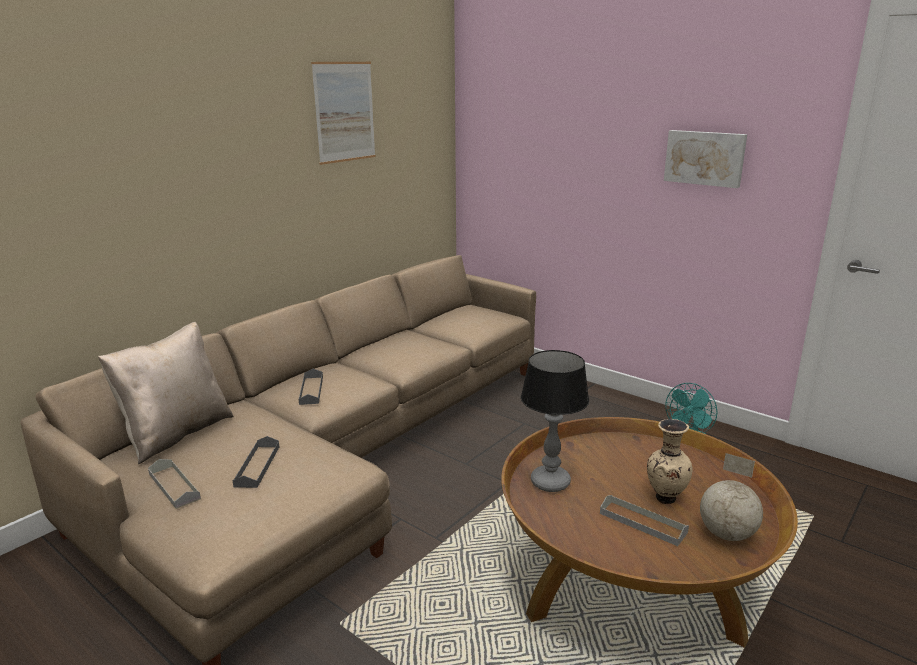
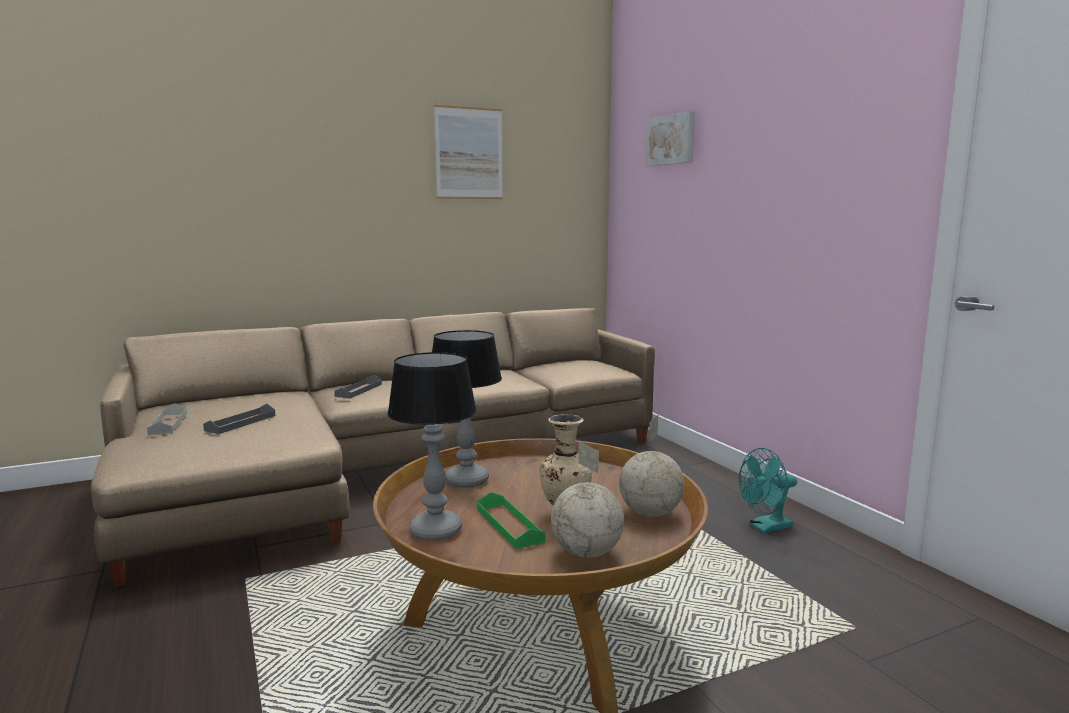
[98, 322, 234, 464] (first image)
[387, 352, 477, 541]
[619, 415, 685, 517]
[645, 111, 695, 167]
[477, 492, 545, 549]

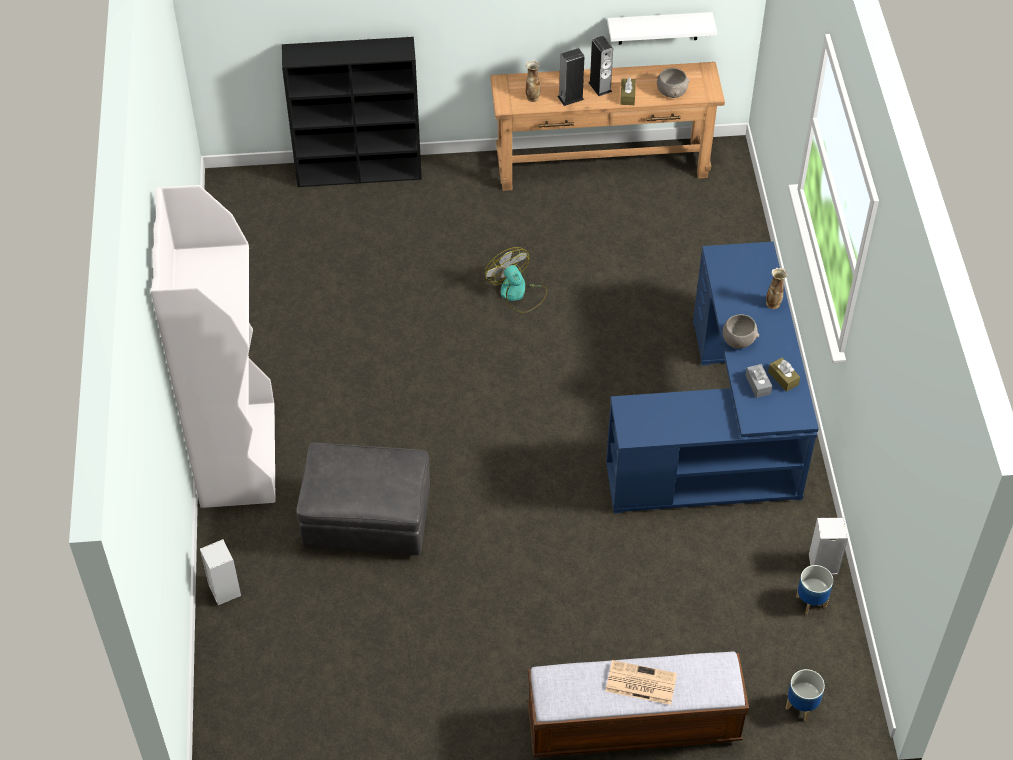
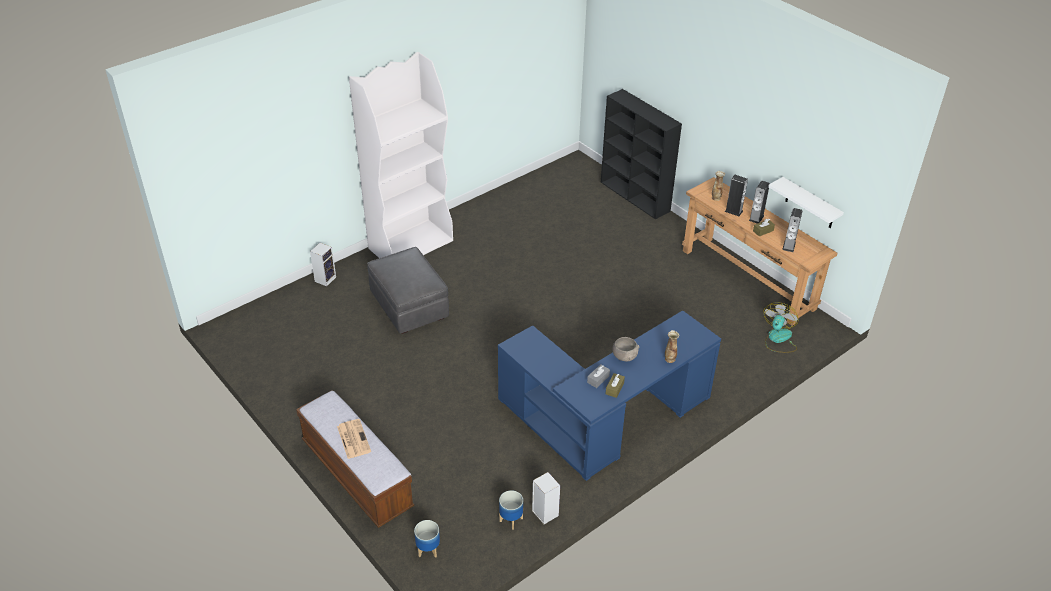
[763, 302, 799, 353]
[782, 208, 803, 252]

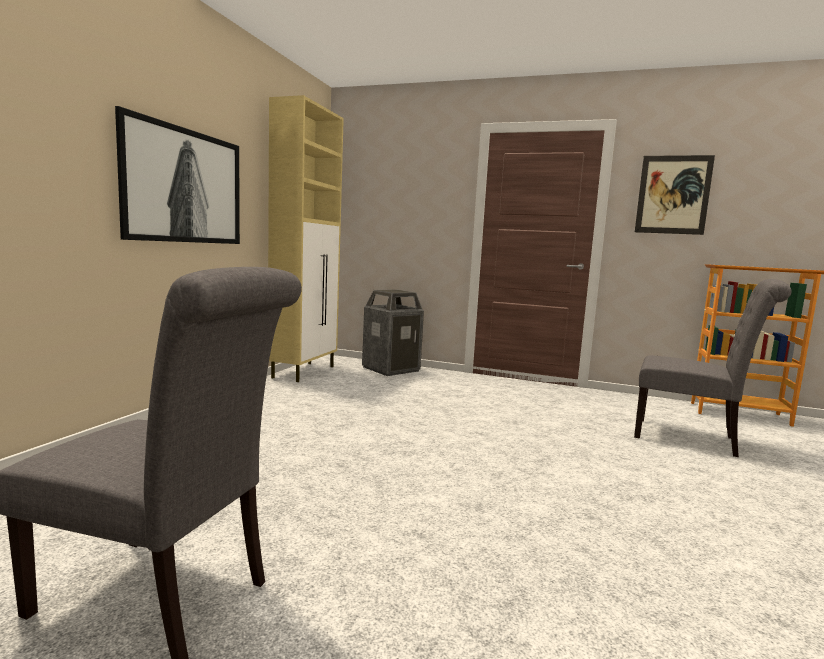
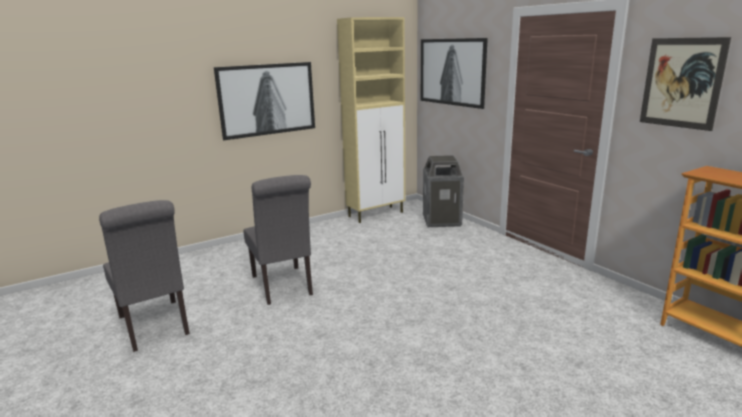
[421, 38, 488, 109]
[243, 175, 313, 305]

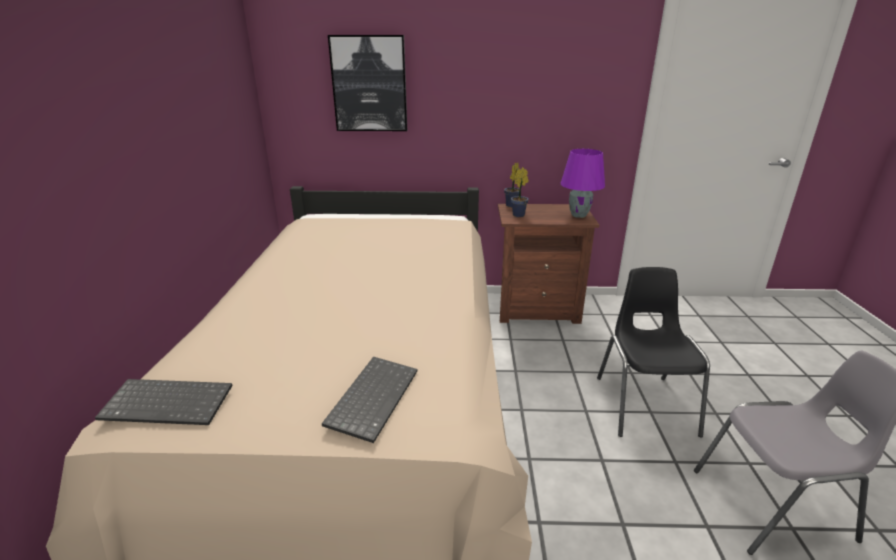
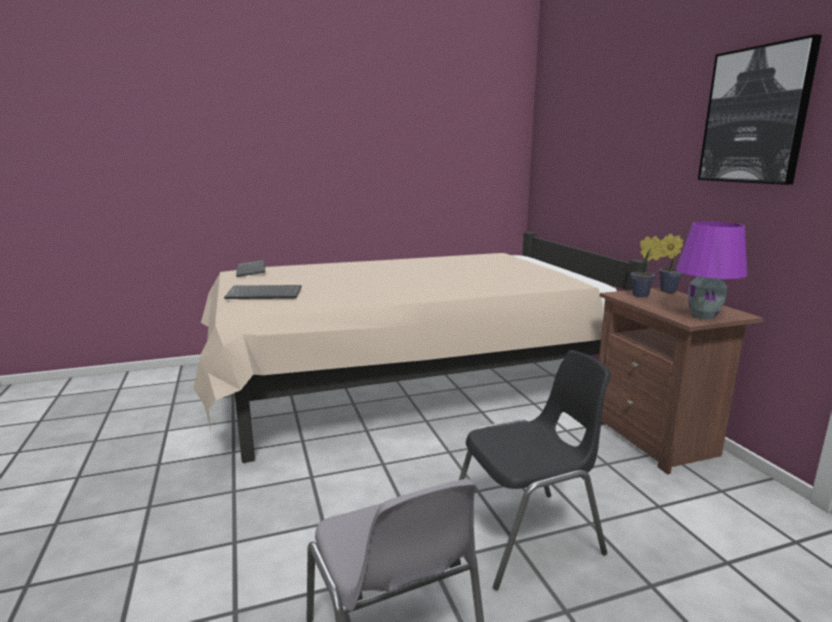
[698, 34, 822, 185]

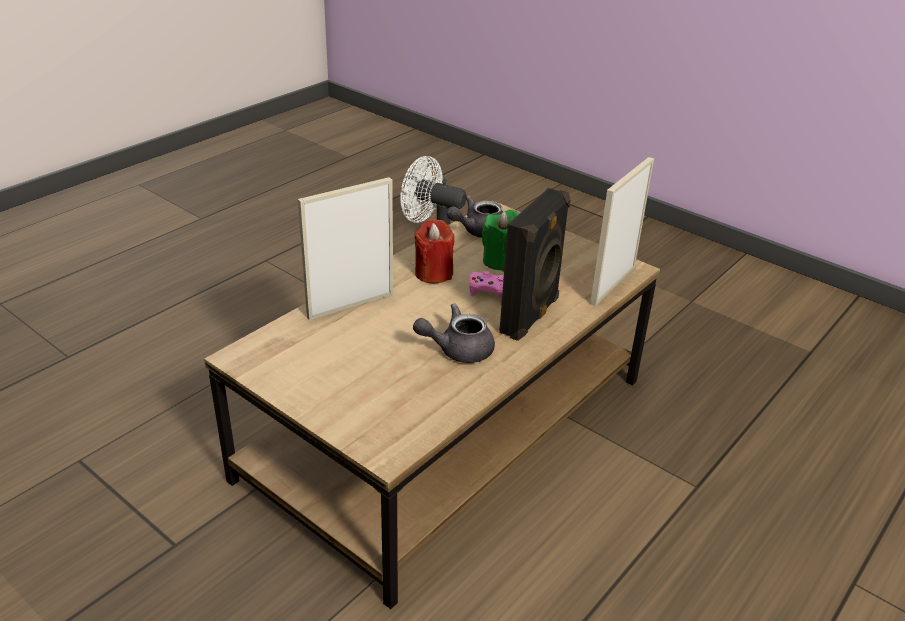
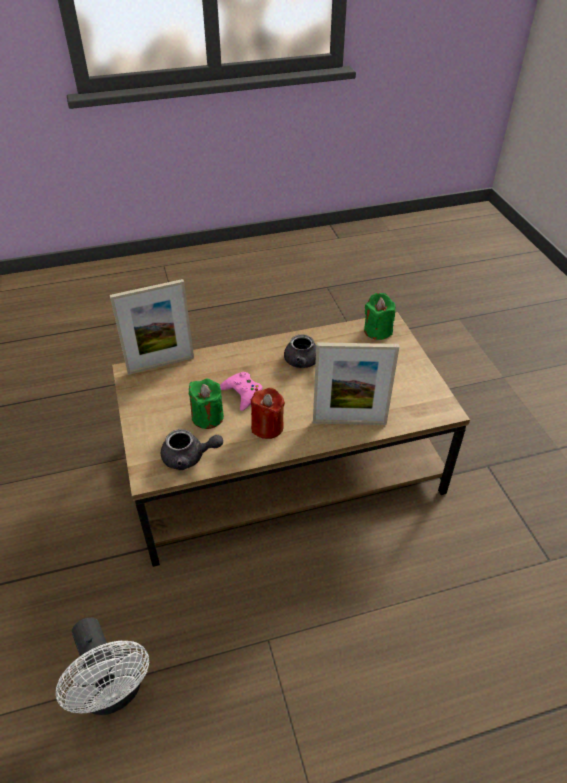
[499, 188, 571, 341] (first image)
[364, 293, 395, 340]

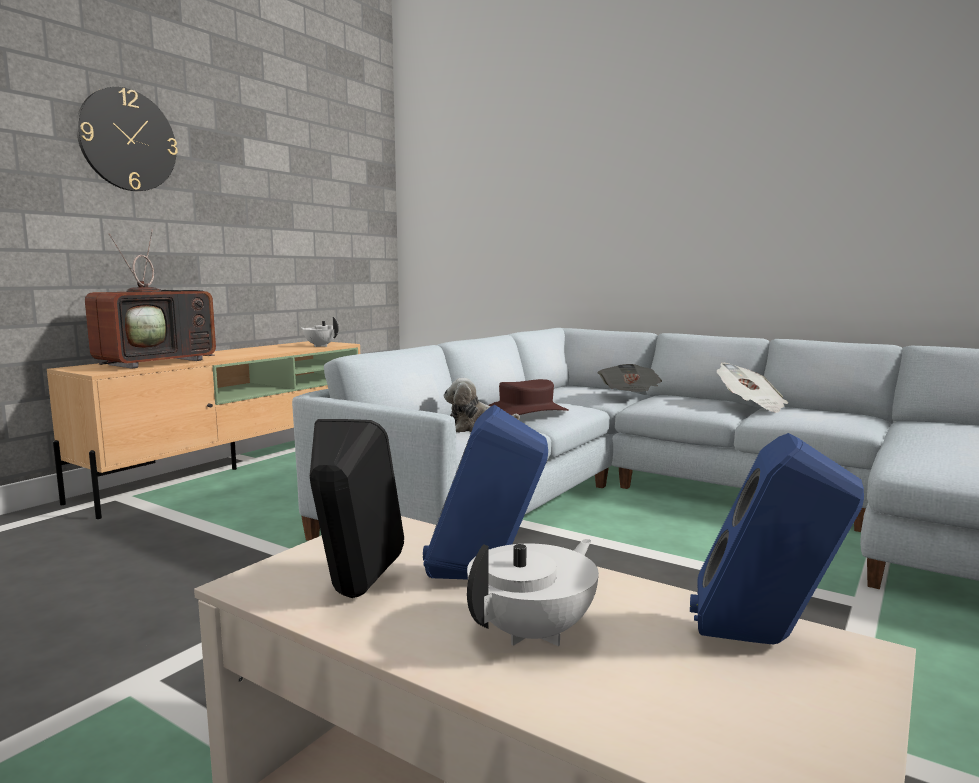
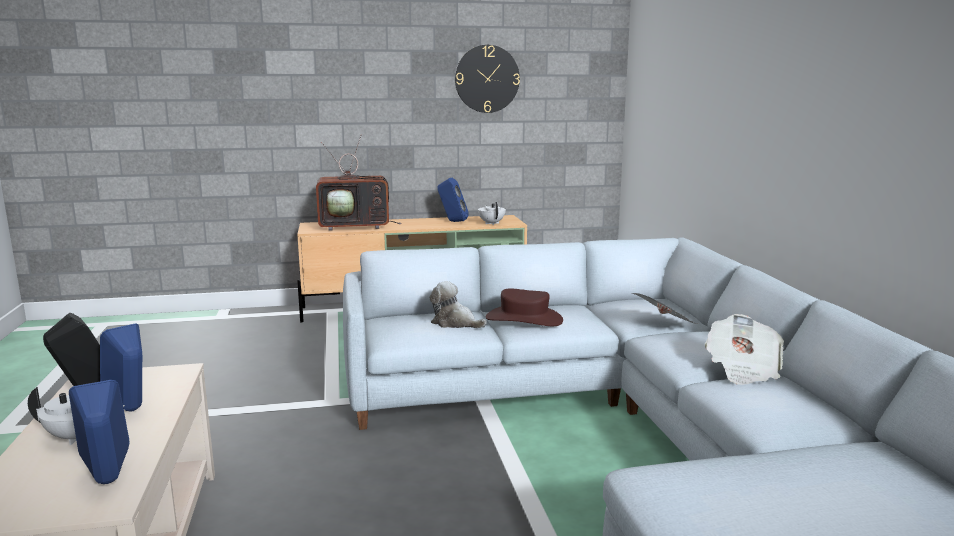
[437, 178, 469, 222]
[455, 45, 520, 113]

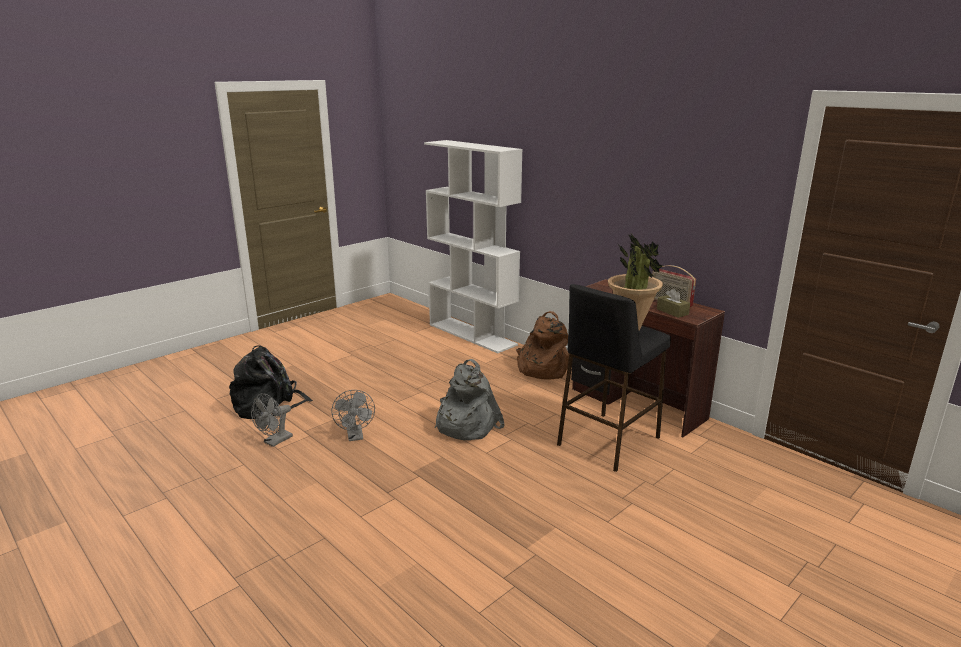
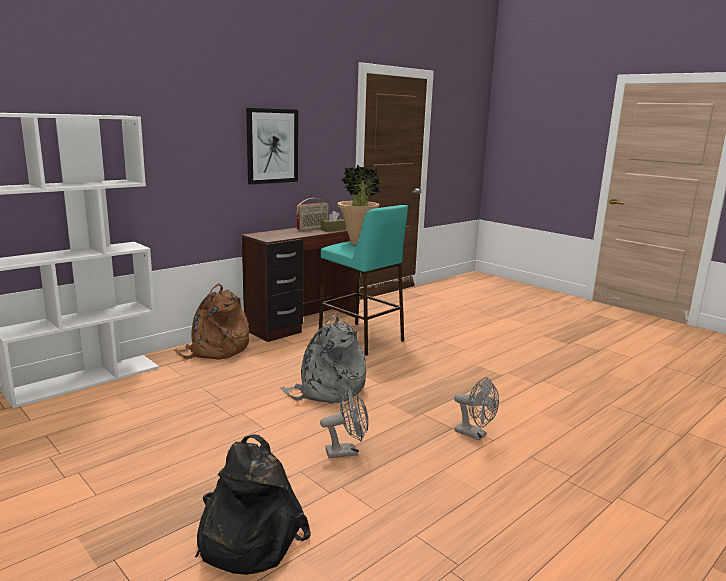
[246, 108, 298, 185]
[454, 377, 499, 441]
[318, 205, 408, 356]

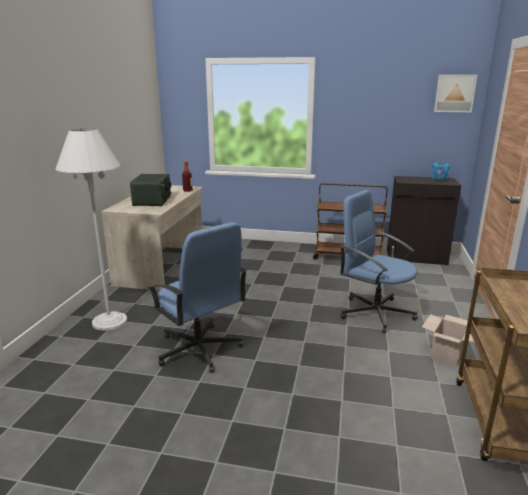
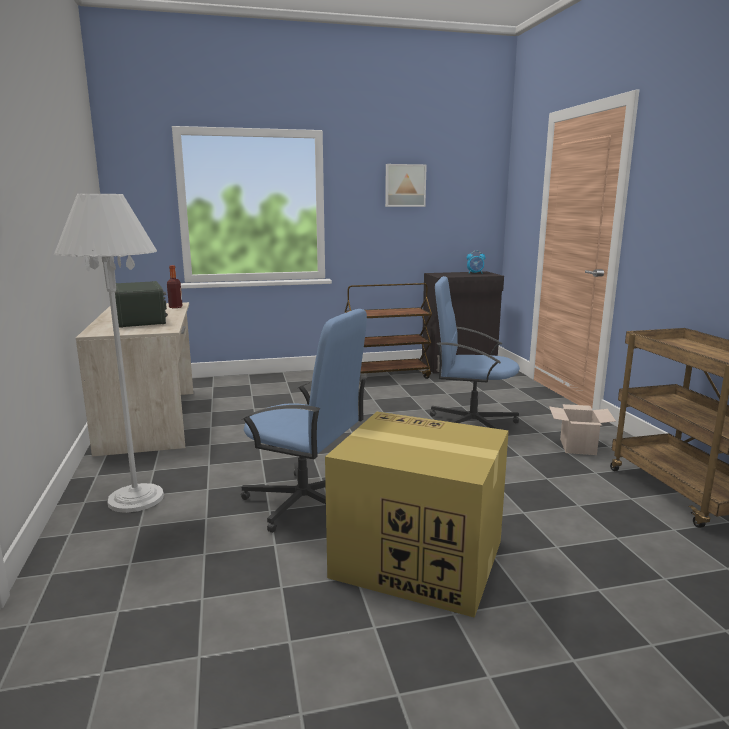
[325, 412, 509, 618]
[385, 164, 427, 207]

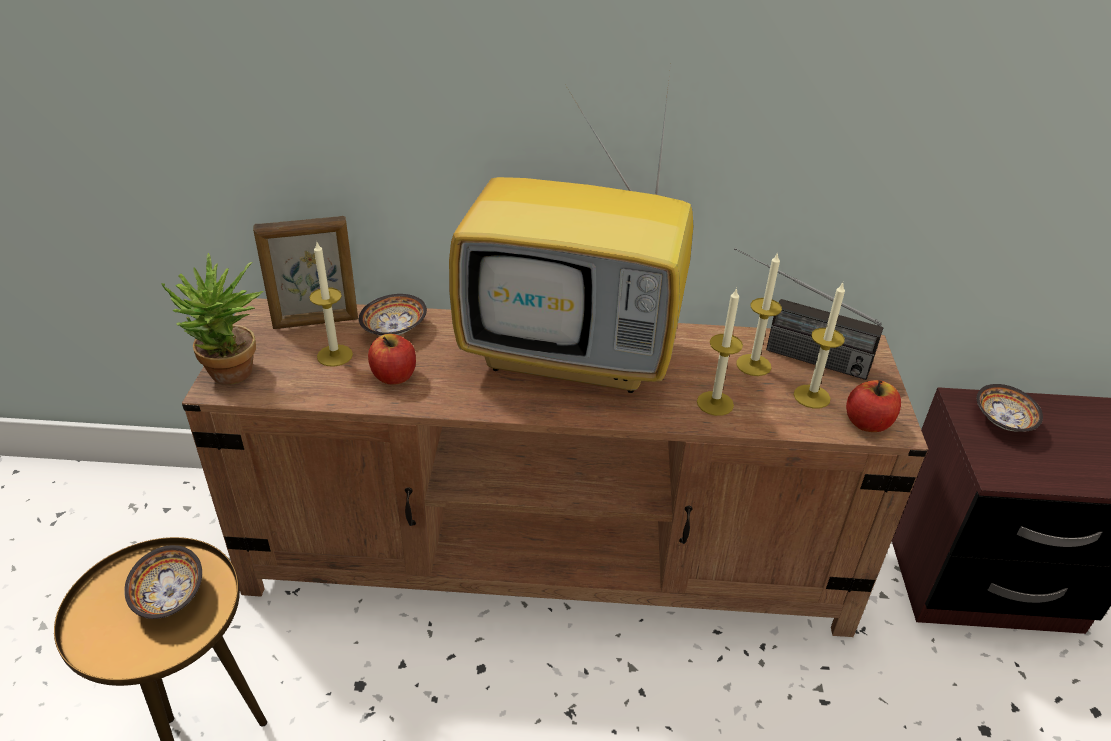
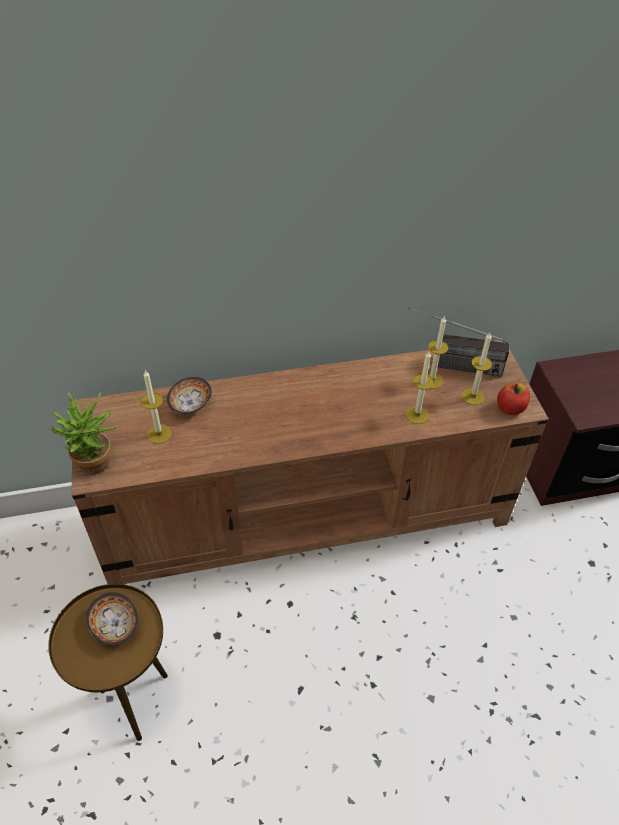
[253, 216, 358, 329] (first image)
[368, 334, 416, 385] (first image)
[449, 65, 693, 393] (first image)
[977, 384, 1043, 432] (first image)

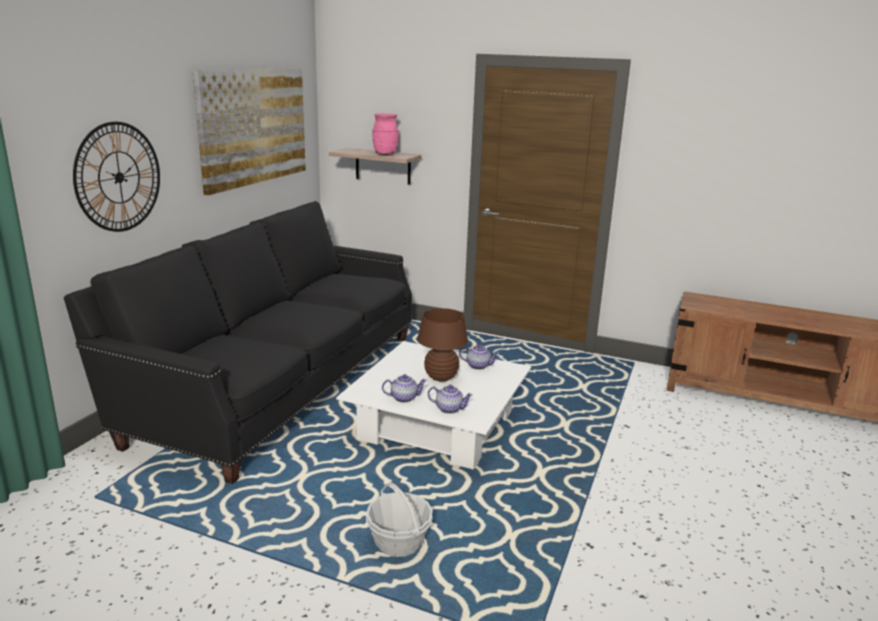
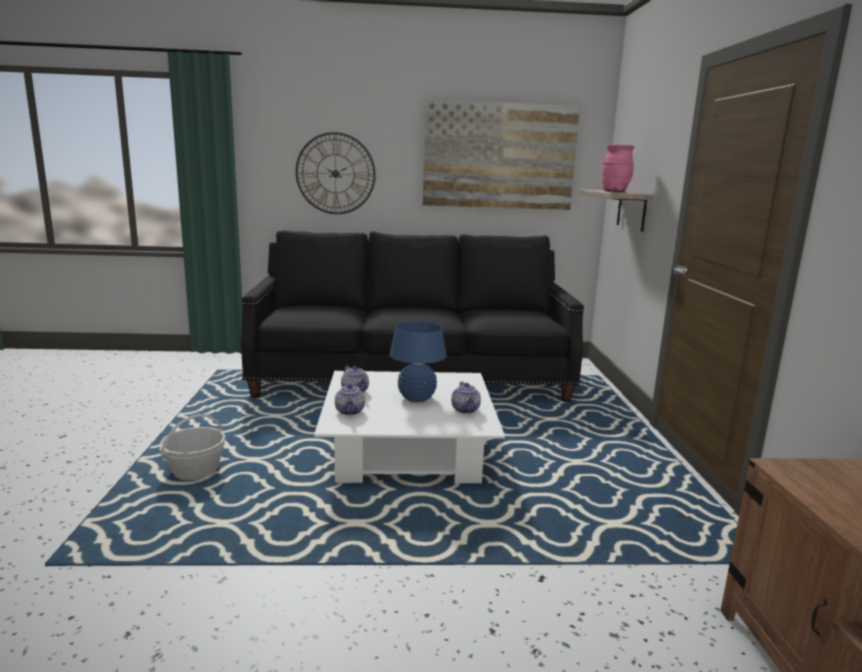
[390, 321, 447, 402]

